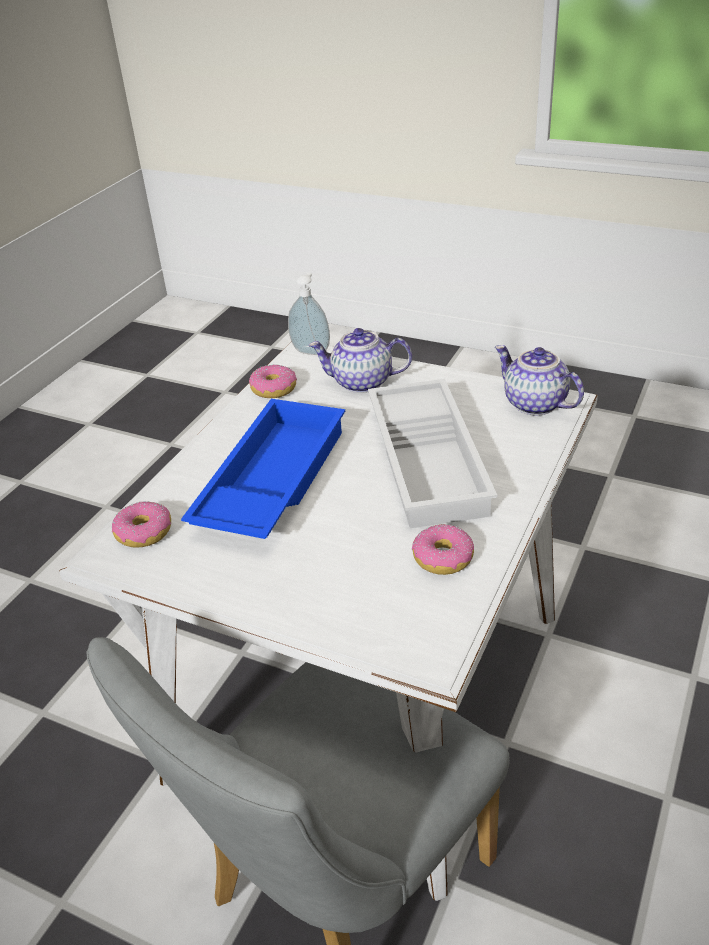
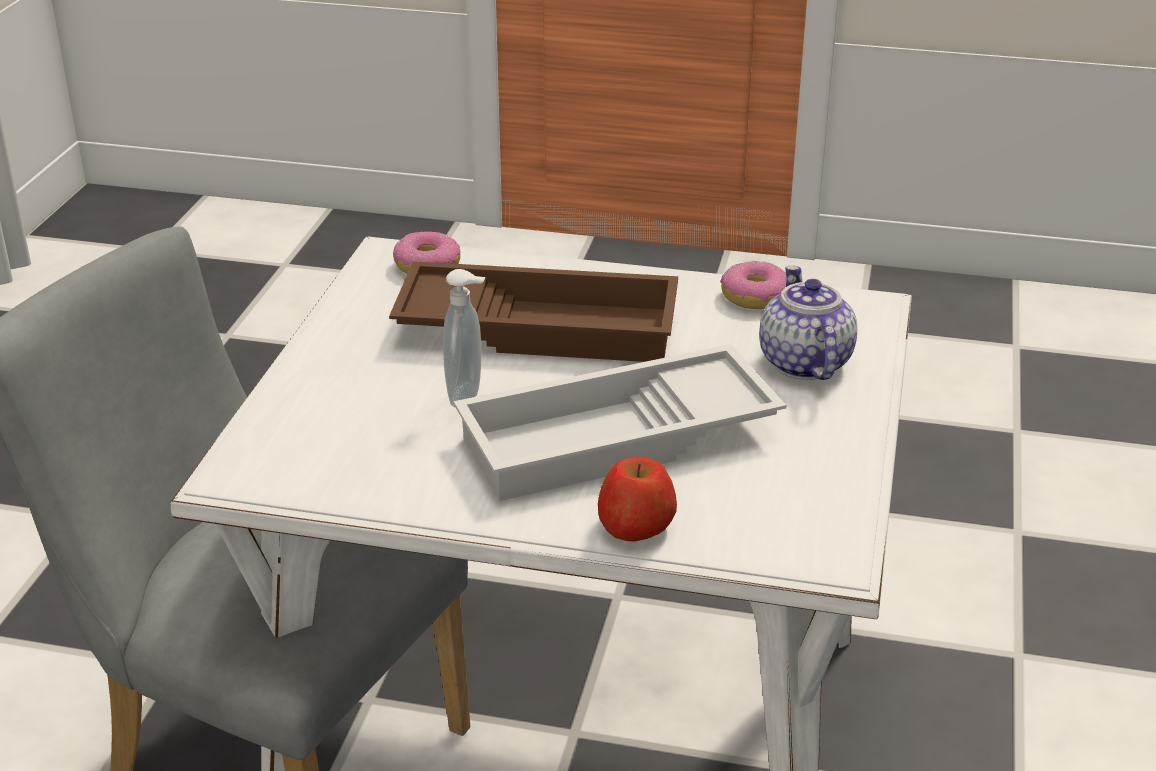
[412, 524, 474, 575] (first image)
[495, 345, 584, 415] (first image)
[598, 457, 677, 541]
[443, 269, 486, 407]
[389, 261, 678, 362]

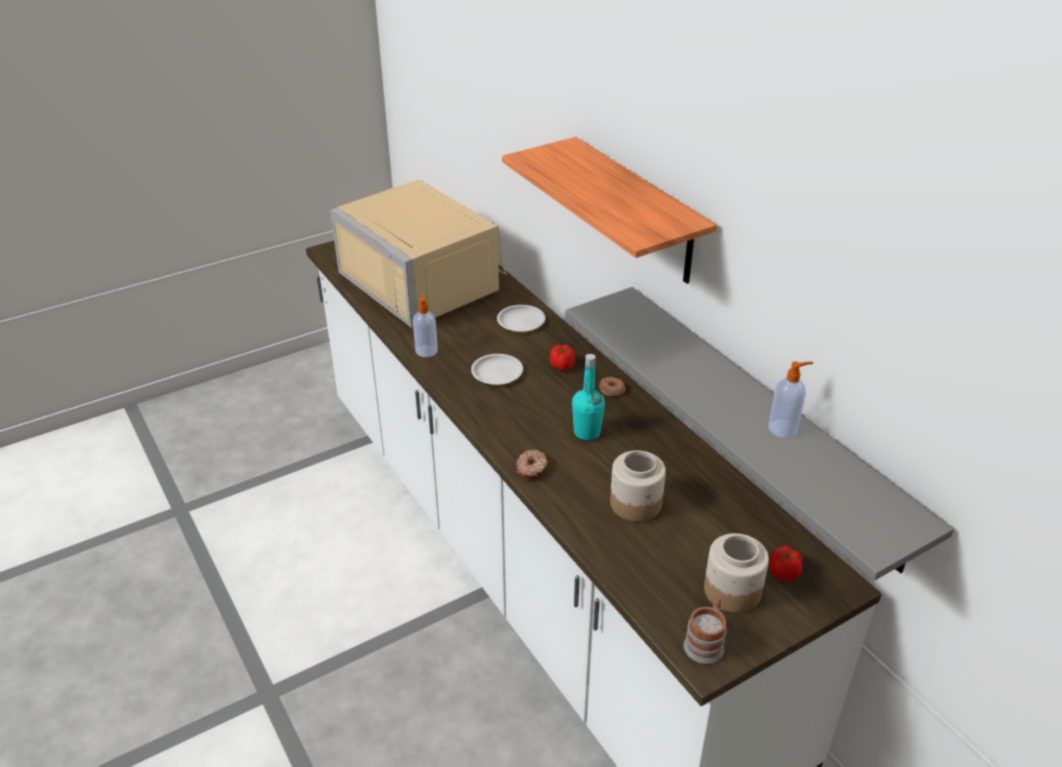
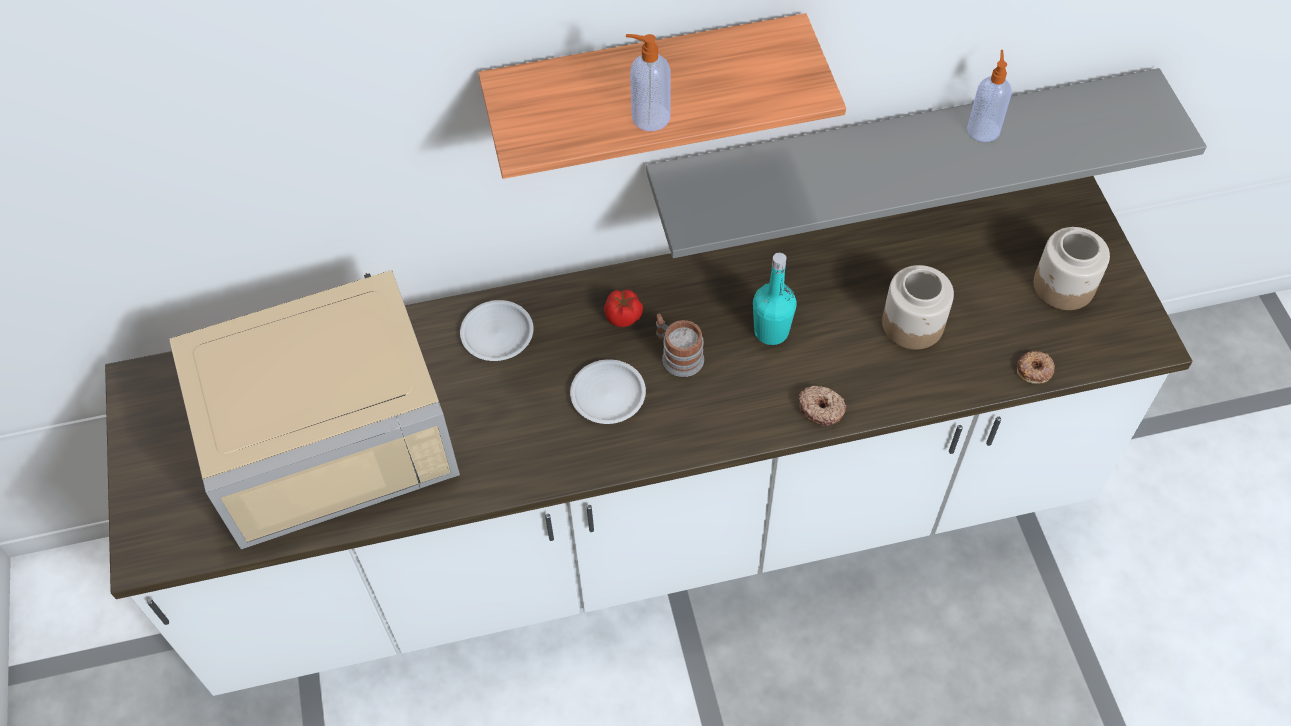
[769, 546, 802, 581] (first image)
[626, 34, 670, 131]
[1017, 351, 1055, 384]
[656, 314, 704, 377]

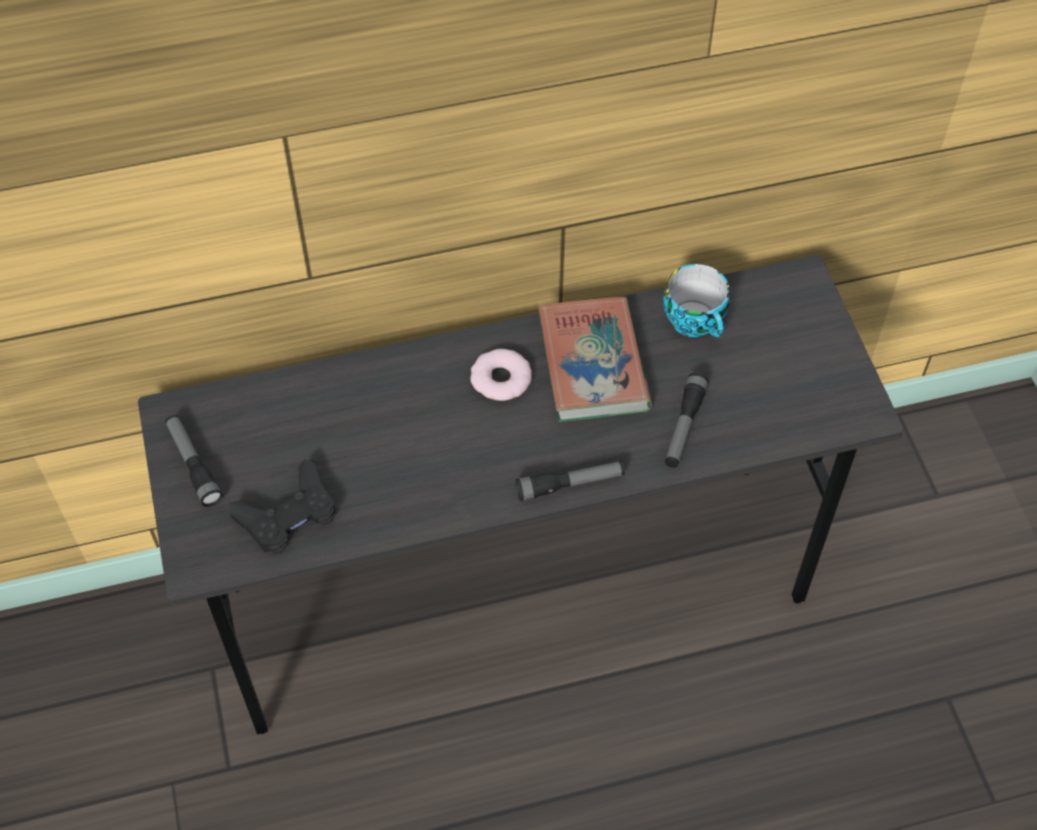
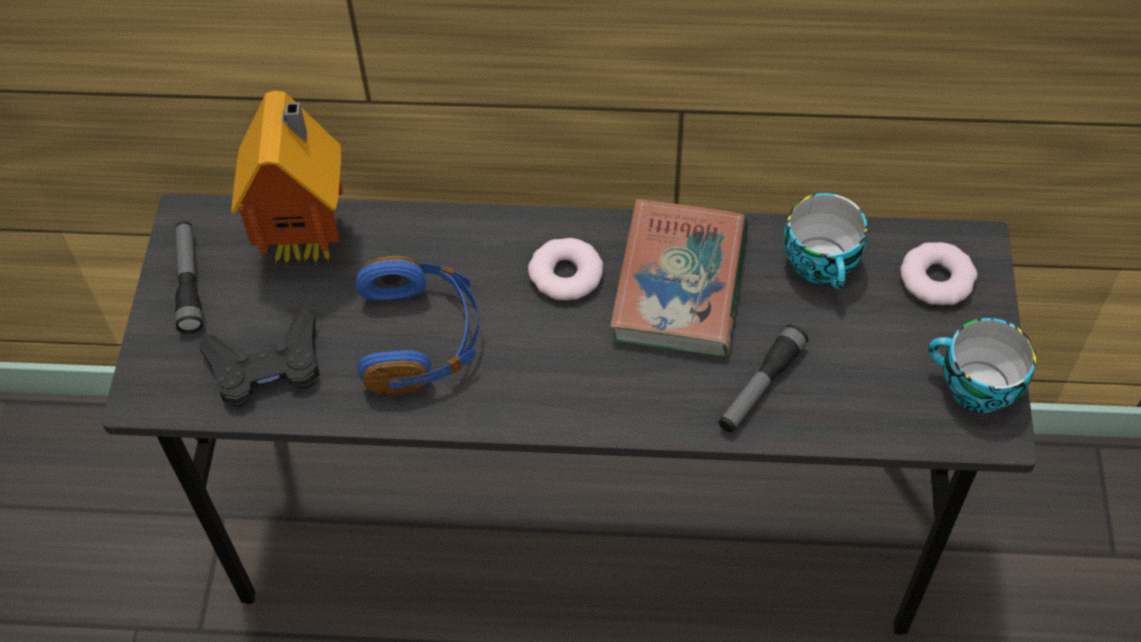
[515, 461, 625, 501] (first image)
[231, 91, 343, 266]
[356, 256, 479, 395]
[900, 242, 978, 305]
[928, 318, 1036, 413]

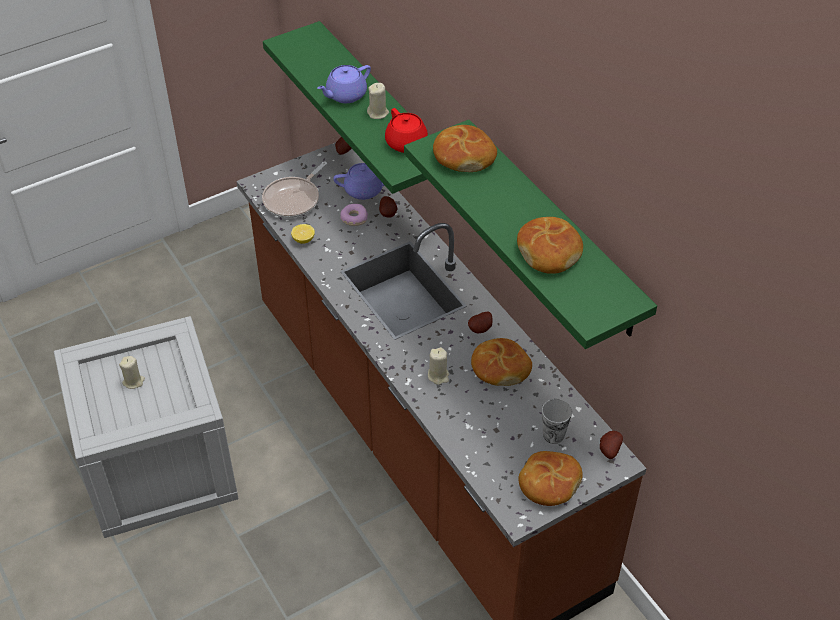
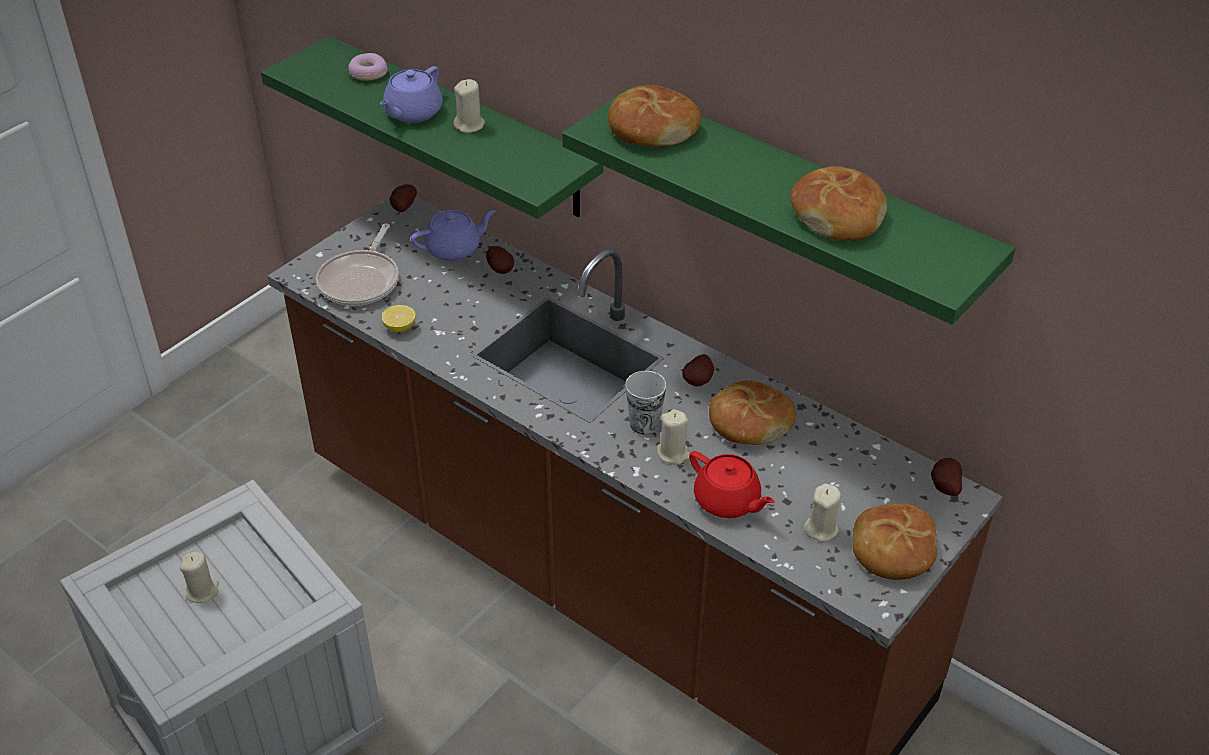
[804, 484, 841, 542]
[348, 53, 388, 81]
[689, 451, 775, 518]
[625, 371, 666, 435]

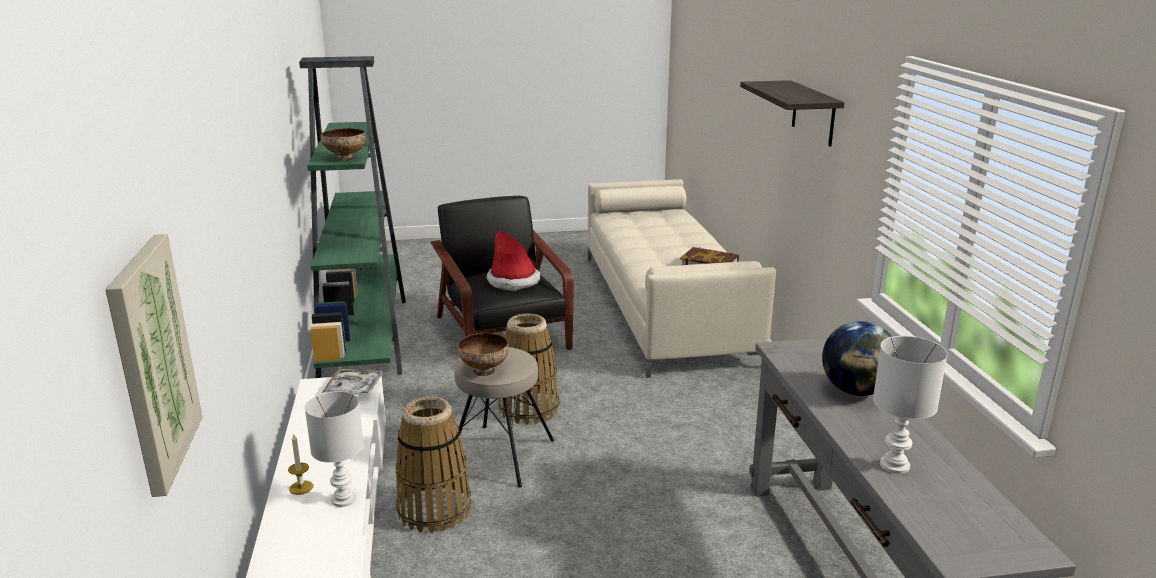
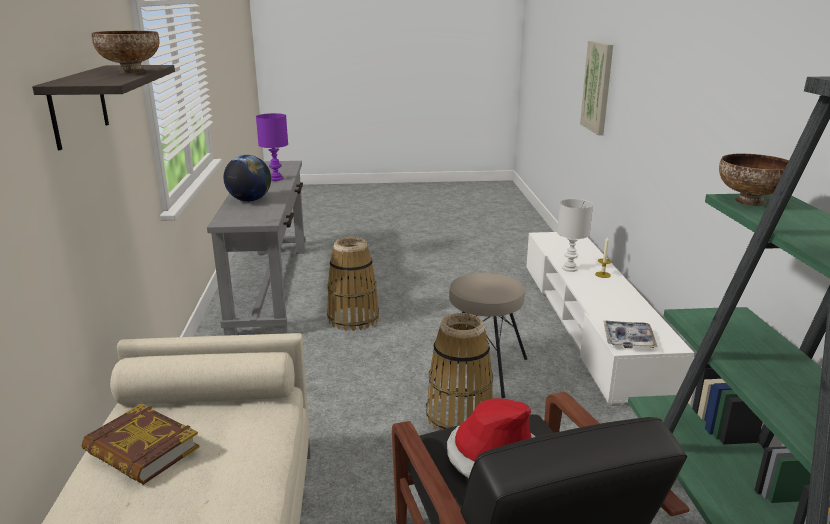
[327, 237, 379, 331]
[91, 31, 160, 74]
[256, 113, 288, 181]

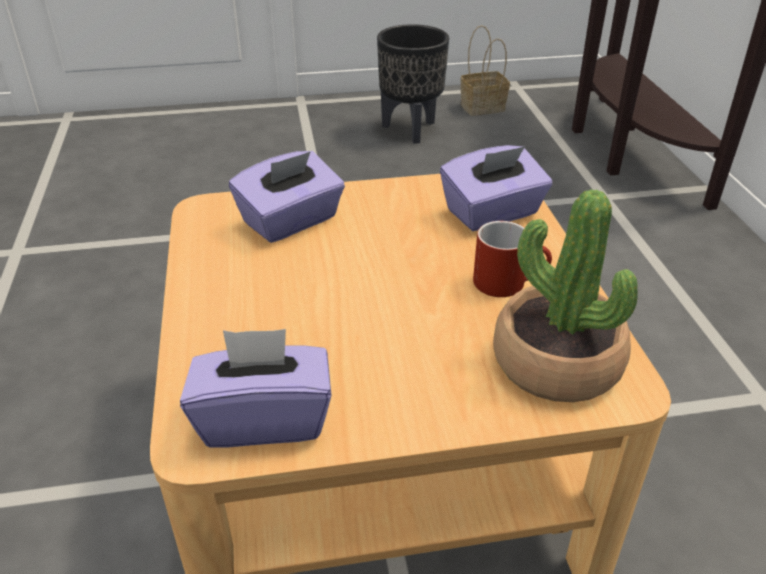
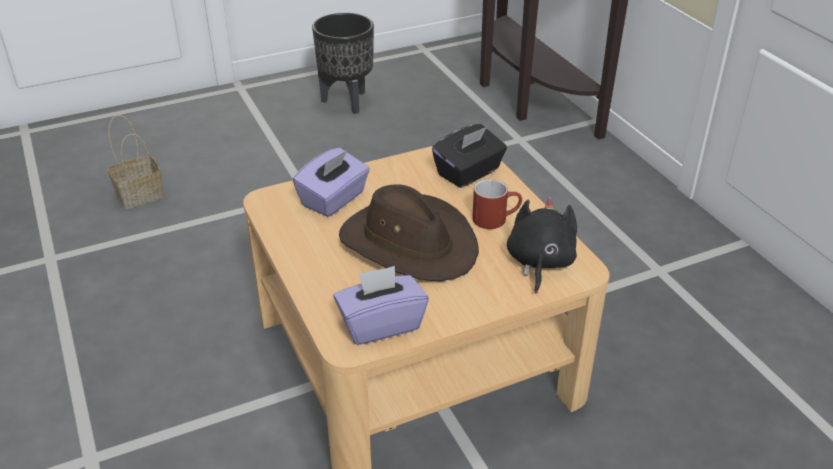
[339, 184, 479, 281]
[107, 115, 164, 209]
[507, 197, 577, 294]
[432, 124, 507, 188]

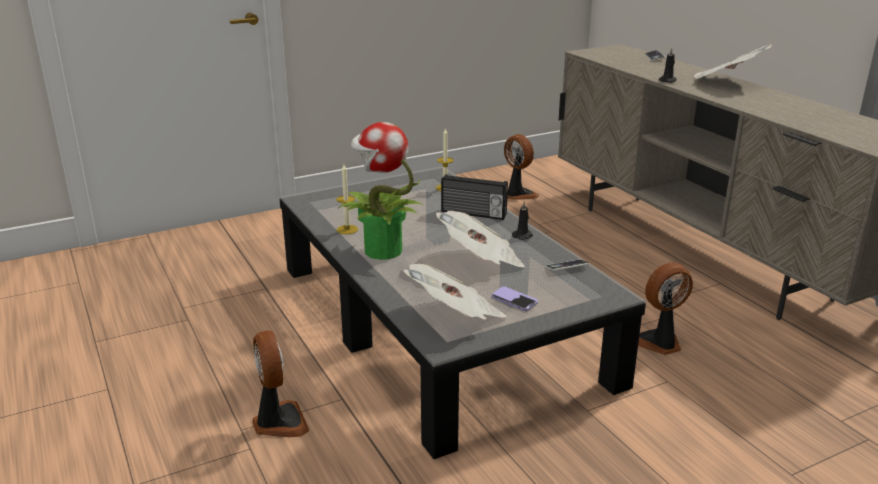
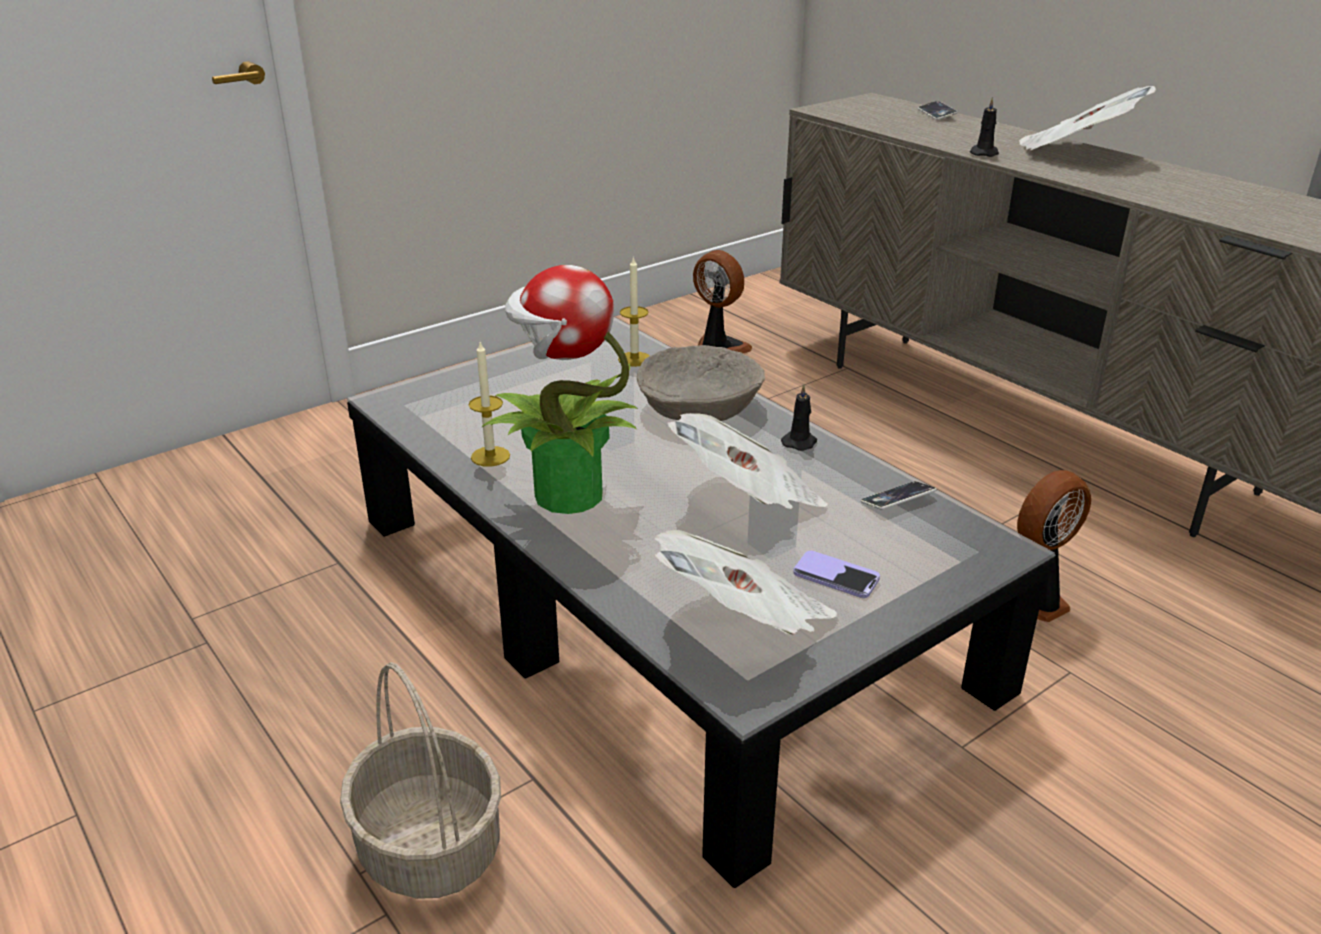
[340, 662, 501, 899]
[637, 345, 765, 421]

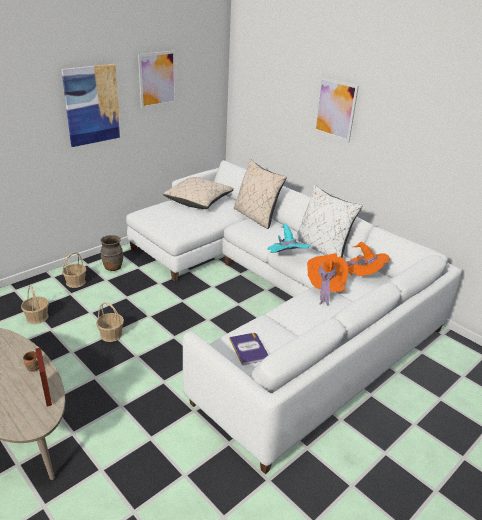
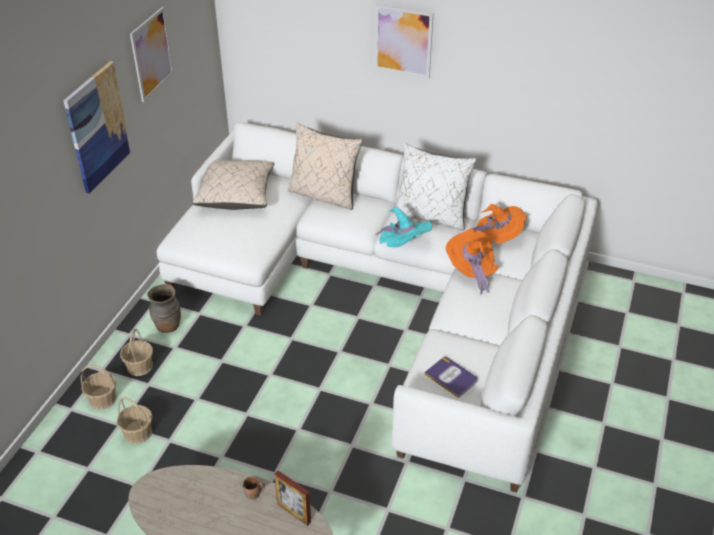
[81, 365, 117, 410]

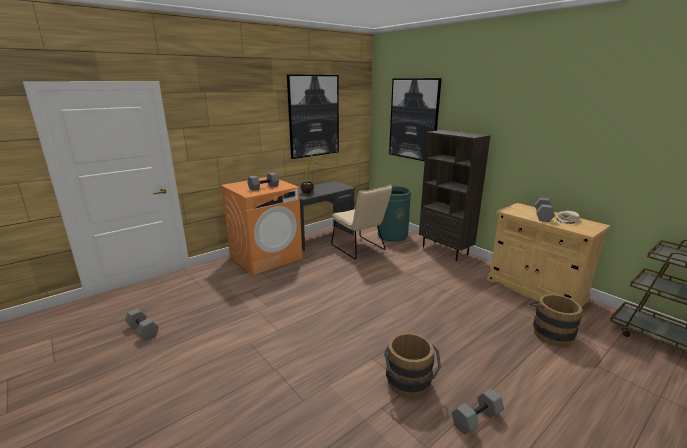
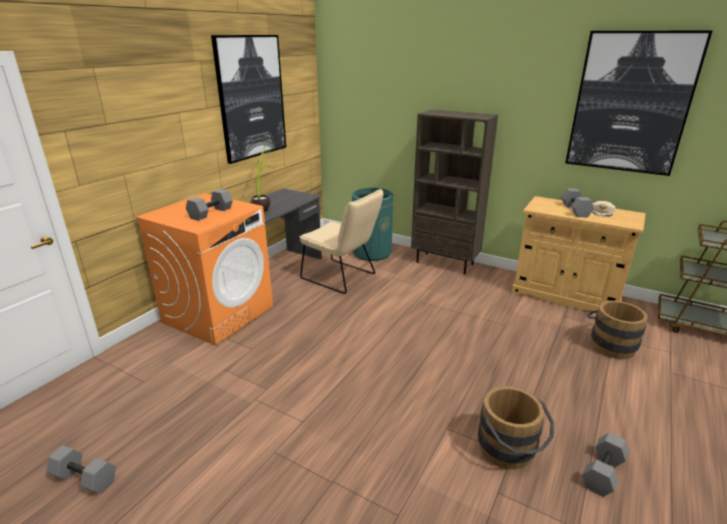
[565, 31, 712, 176]

